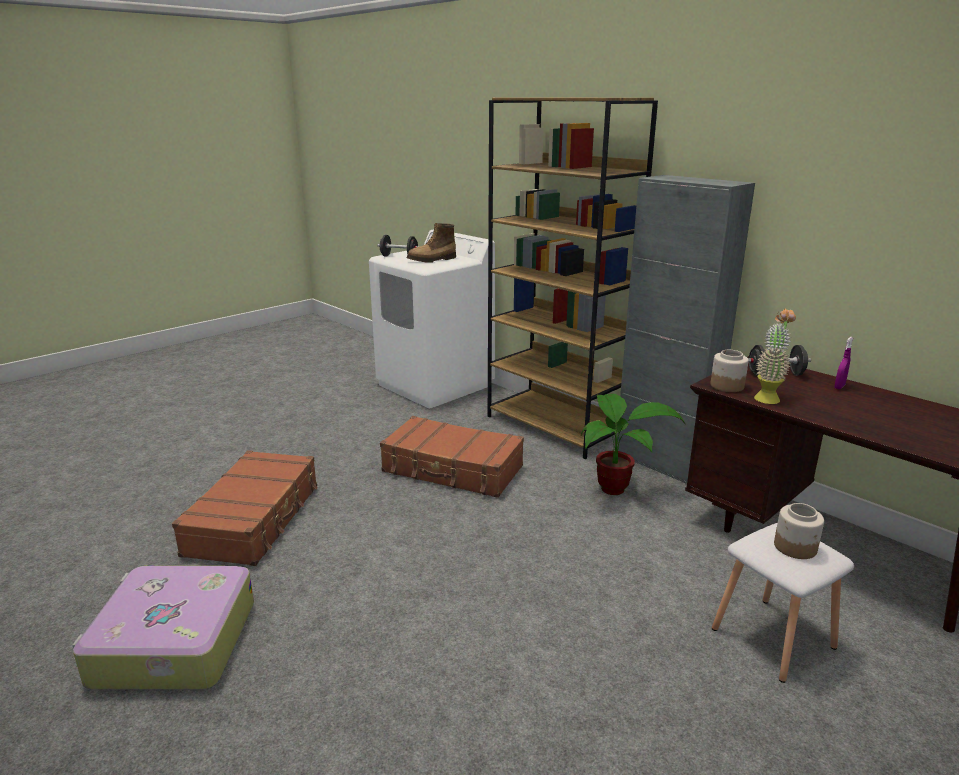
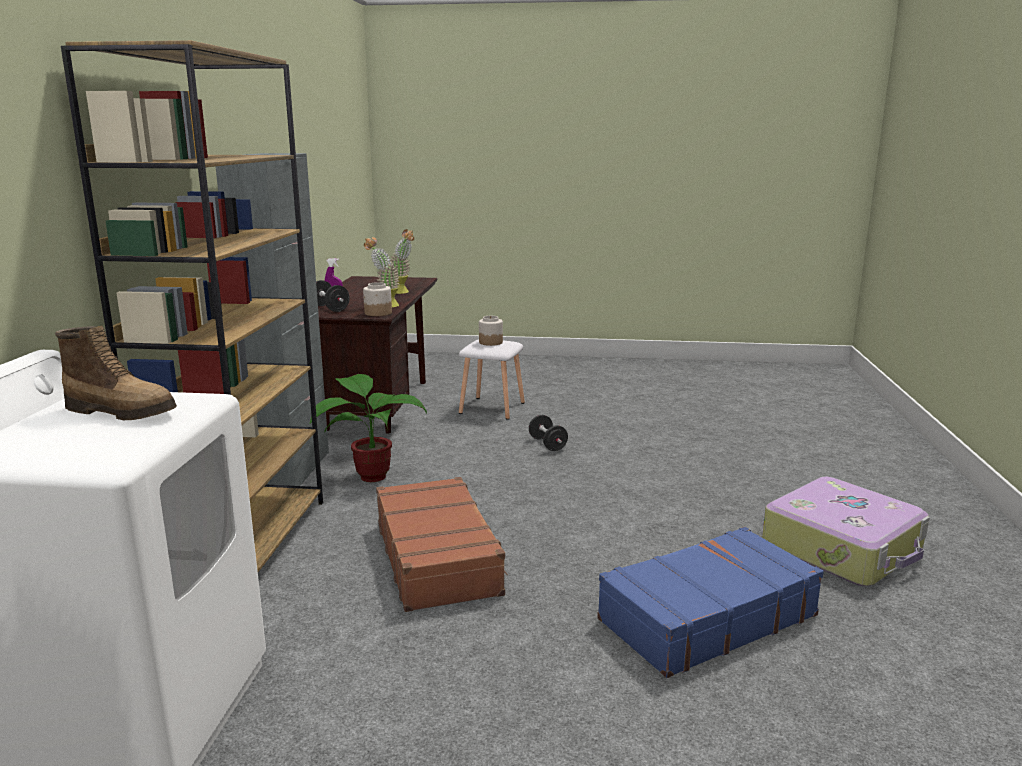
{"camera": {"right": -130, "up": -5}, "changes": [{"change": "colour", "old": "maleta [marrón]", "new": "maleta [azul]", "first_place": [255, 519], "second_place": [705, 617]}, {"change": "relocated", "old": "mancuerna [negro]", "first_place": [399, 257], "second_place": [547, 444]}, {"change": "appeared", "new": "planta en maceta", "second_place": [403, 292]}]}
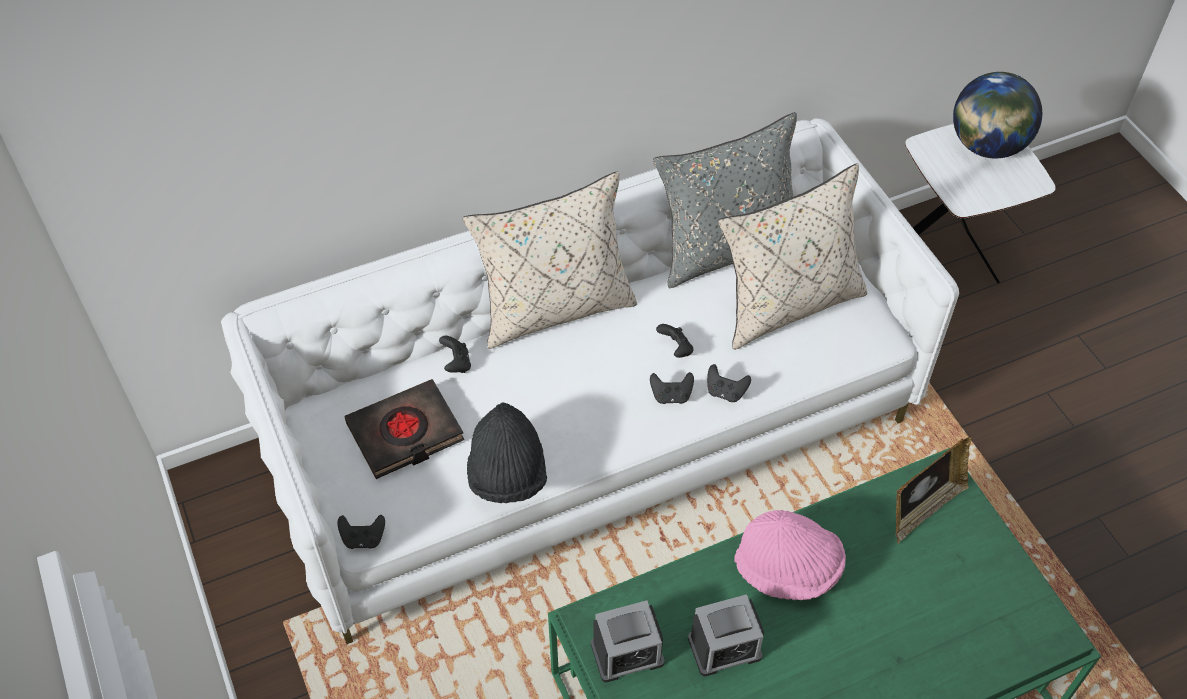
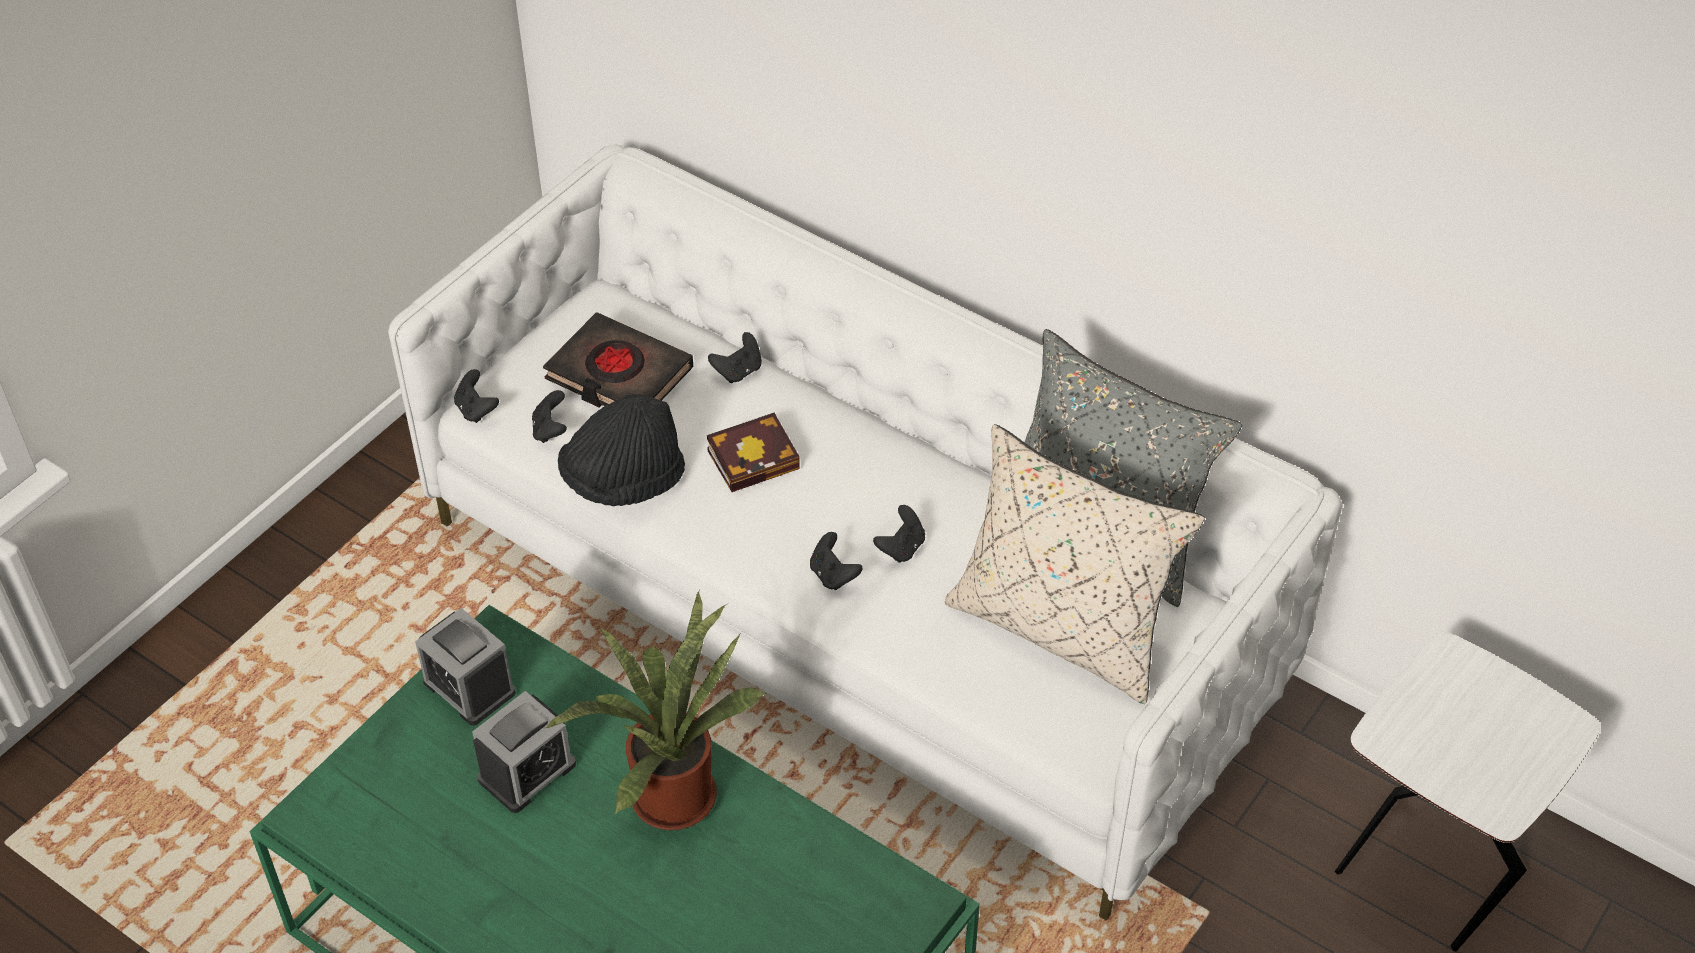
{"camera": {"right": 60, "up": -5}, "changes": [{"change": "missing", "old": "cojín [beis]", "first_place": [554, 308]}, {"change": "spun", "old": "despertador", "first_place": [724, 647], "second_place": [527, 772], "degrees": -90}, {"change": "relocated", "old": "mando de consola [negro]", "first_place": [725, 392], "second_place": [550, 430]}, {"change": "exchanged", "old": "sombrero [rosa]", "new": "planta en maceta", "first_place": [788, 569], "second_place": [669, 791]}, {"change": "missing", "old": "portarretratos", "first_place": [923, 509]}, {"change": "missing", "old": "globo terráqueo", "first_place": [987, 146]}, {"change": "appeared", "new": "libro", "second_place": [756, 457]}]}
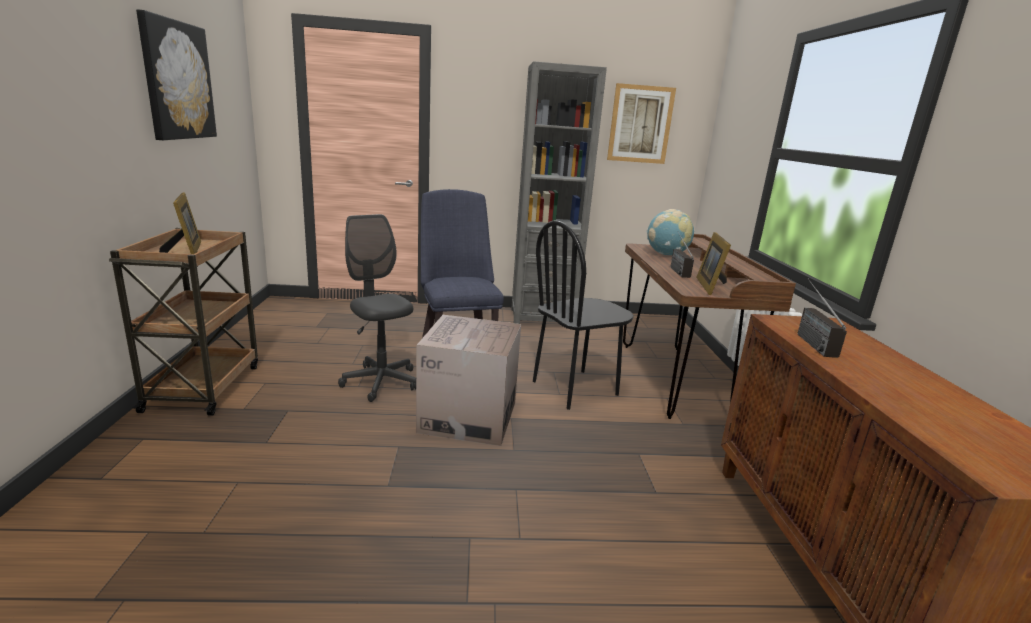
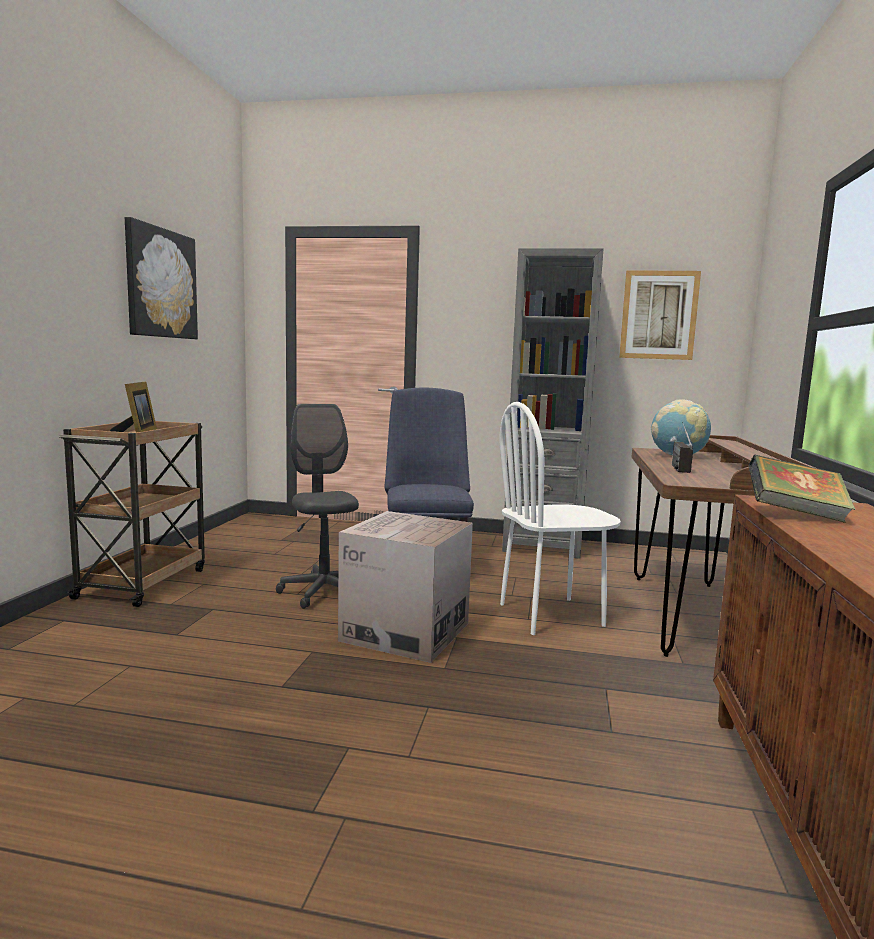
{"camera": {"right": 15, "up": -10}, "changes": [{"change": "colour", "old": "silla [negro]", "new": "silla [blanco]", "first_place": [575, 388], "second_place": [551, 615]}, {"change": "missing", "old": "portarretratos", "first_place": [711, 286]}, {"change": "exchanged", "old": "radio", "new": "libro", "first_place": [807, 339], "second_place": [795, 515]}]}
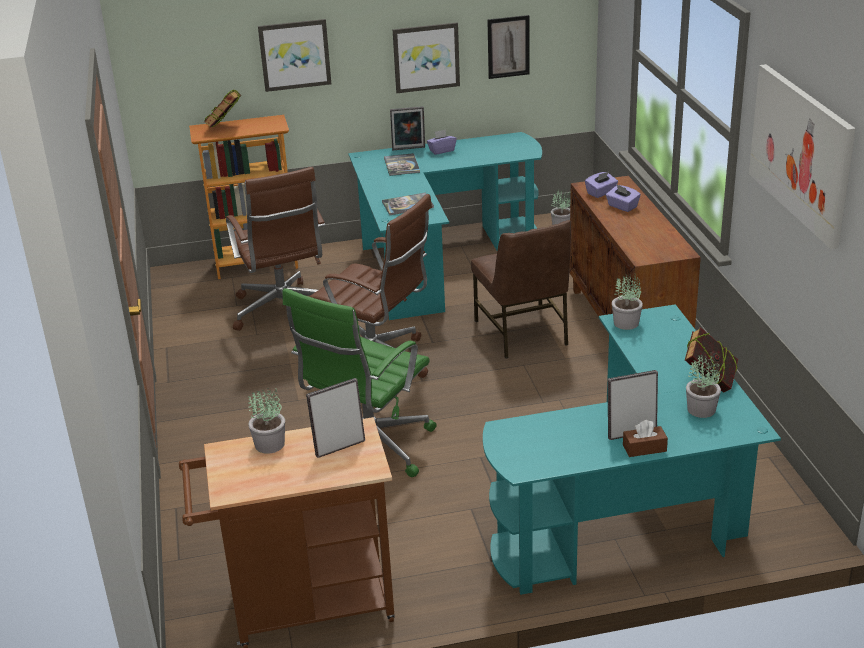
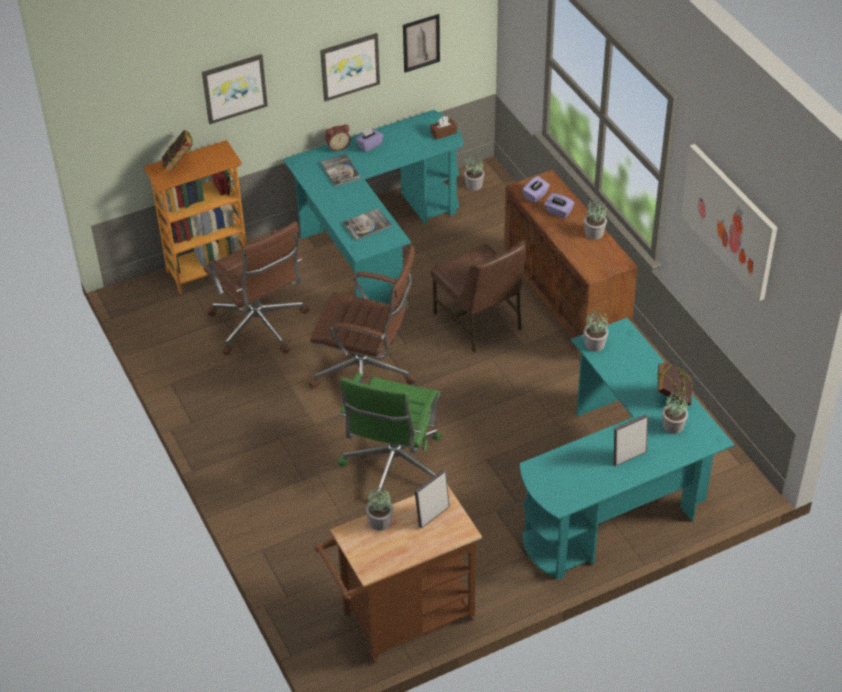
{"camera": {"right": -15, "up": 15}, "changes": [{"change": "exchanged", "old": "portarretratos", "new": "despertador", "first_place": [408, 149], "second_place": [338, 146]}, {"change": "relocated", "old": "caja de pañuelos [marrón]", "first_place": [644, 448], "second_place": [443, 133]}, {"change": "appeared", "new": "planta en maceta", "second_place": [593, 233]}]}
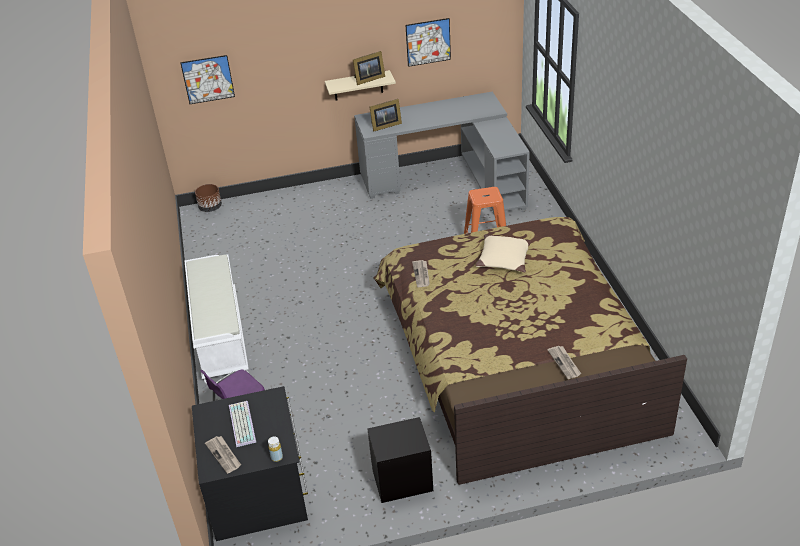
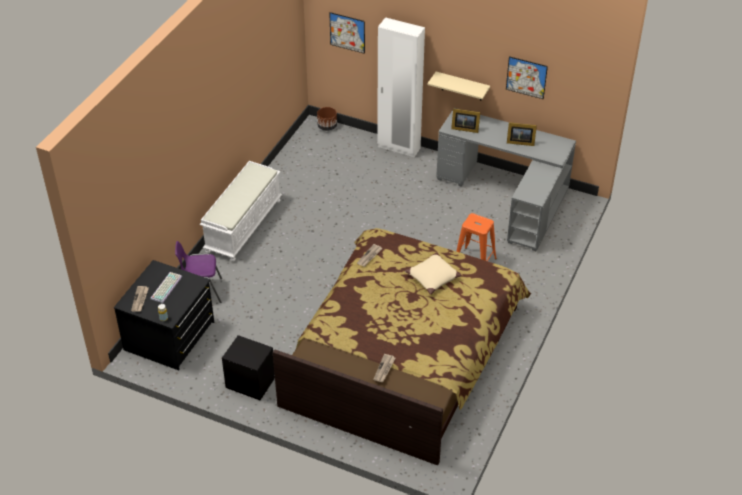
{"camera": {"right": 35, "up": 5}, "changes": [{"change": "relocated", "old": "portarretratos", "first_place": [368, 79], "second_place": [519, 142]}, {"change": "appeared", "new": "armario ropero [blanco]", "second_place": [398, 148]}]}
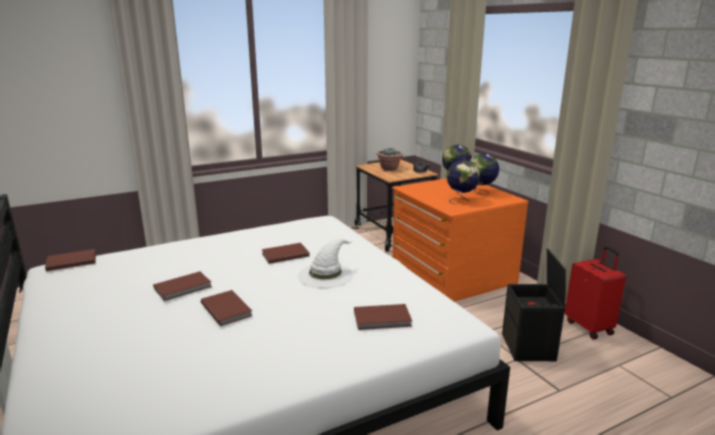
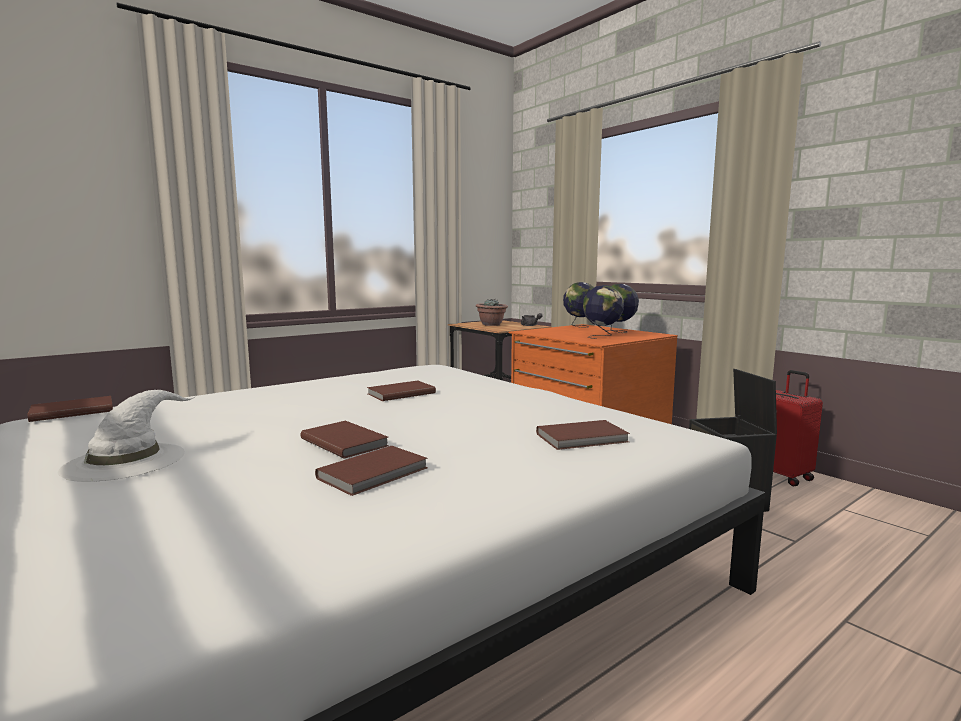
{"camera": {"right": -10, "up": -10}, "changes": [{"change": "relocated", "old": "libro [marrón]", "first_place": [184, 288], "second_place": [375, 473]}, {"change": "relocated", "old": "sombrero [blanco]", "first_place": [326, 275], "second_place": [126, 460]}]}
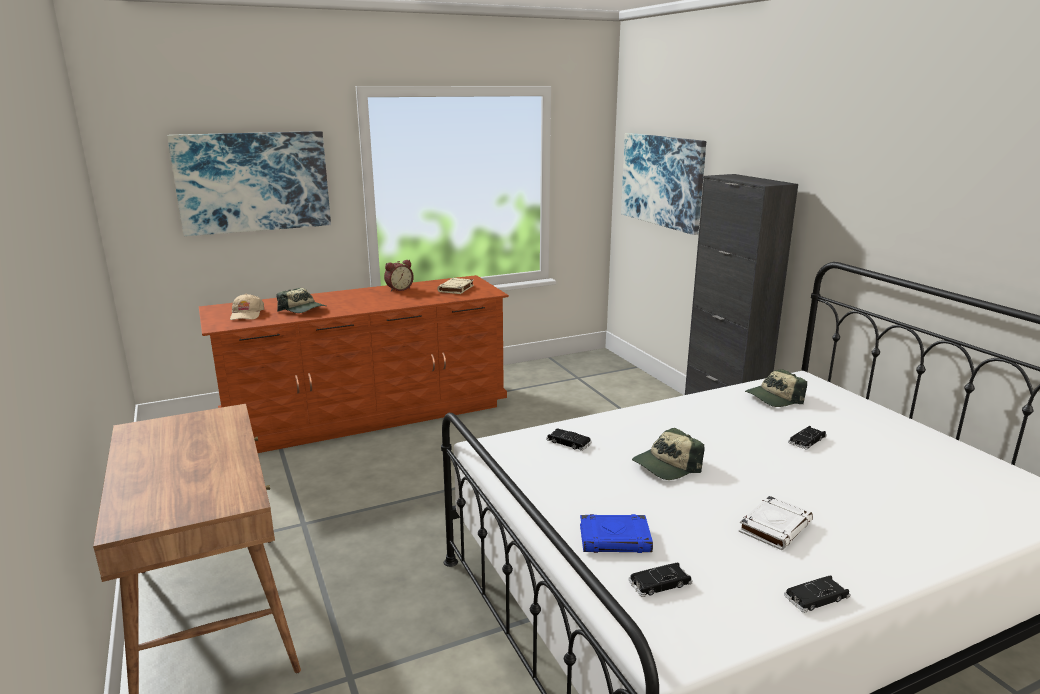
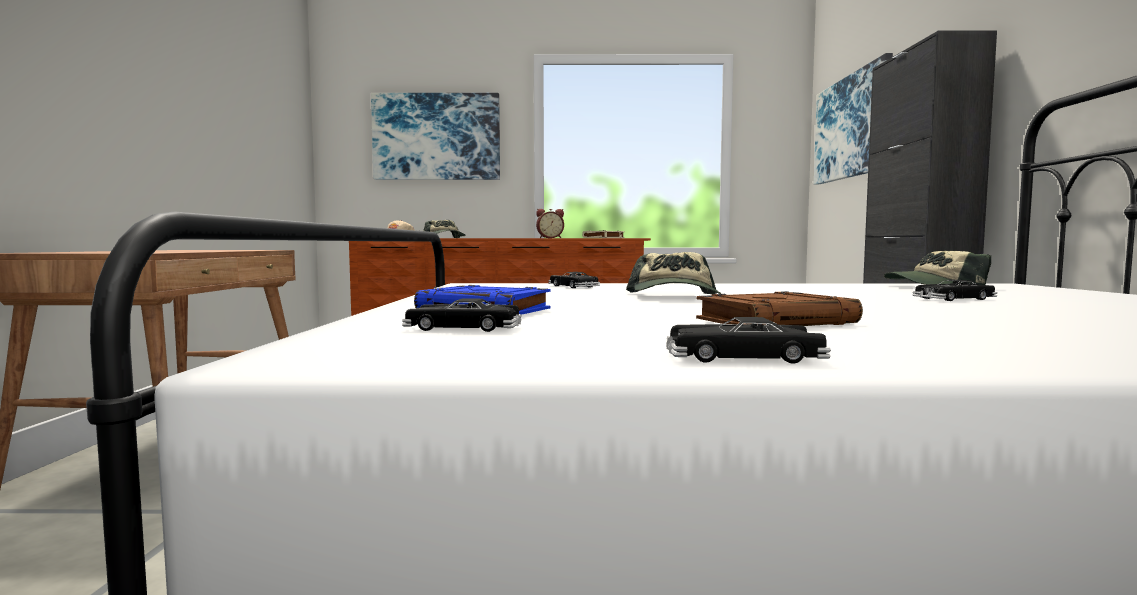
{"camera": {"right": 25, "up": -15}, "changes": [{"change": "spun", "old": "gorra", "first_place": [666, 466], "second_place": [675, 296], "degrees": -75}, {"change": "colour", "old": "libro [blanco]", "new": "libro [marrón]", "first_place": [775, 527], "second_place": [776, 321]}]}
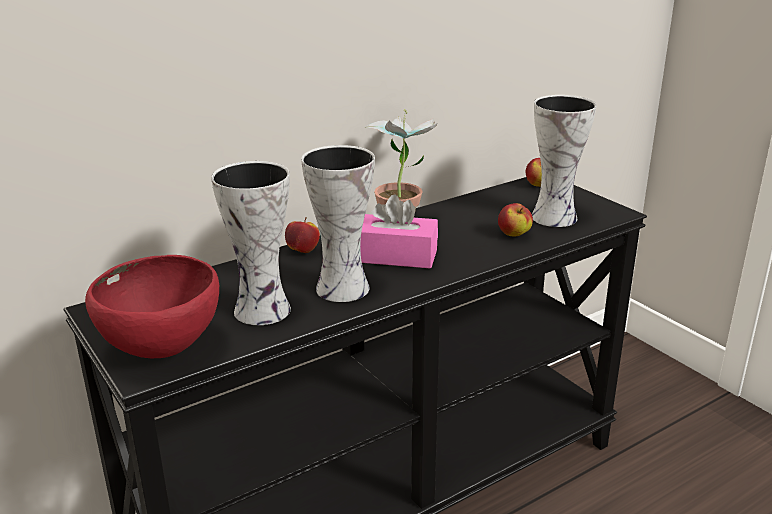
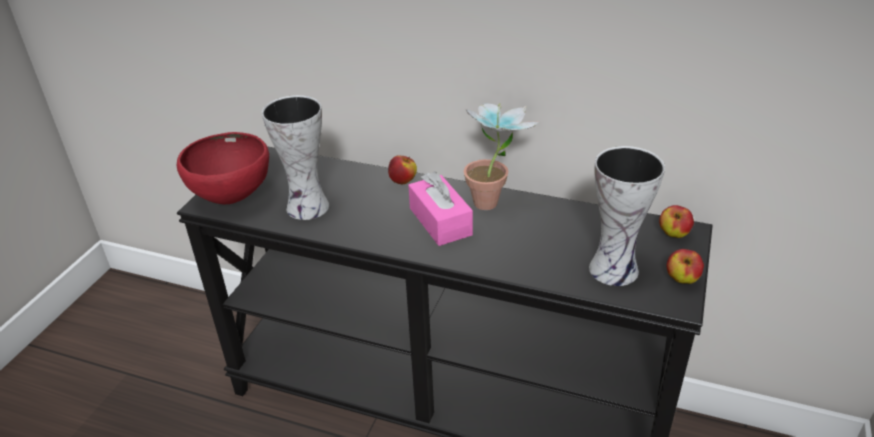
{"camera": {"right": 55, "up": 10}, "changes": [{"change": "missing", "old": "florero", "first_place": [340, 288]}, {"change": "relocated", "old": "manzana", "first_place": [514, 234], "second_place": [681, 279]}]}
